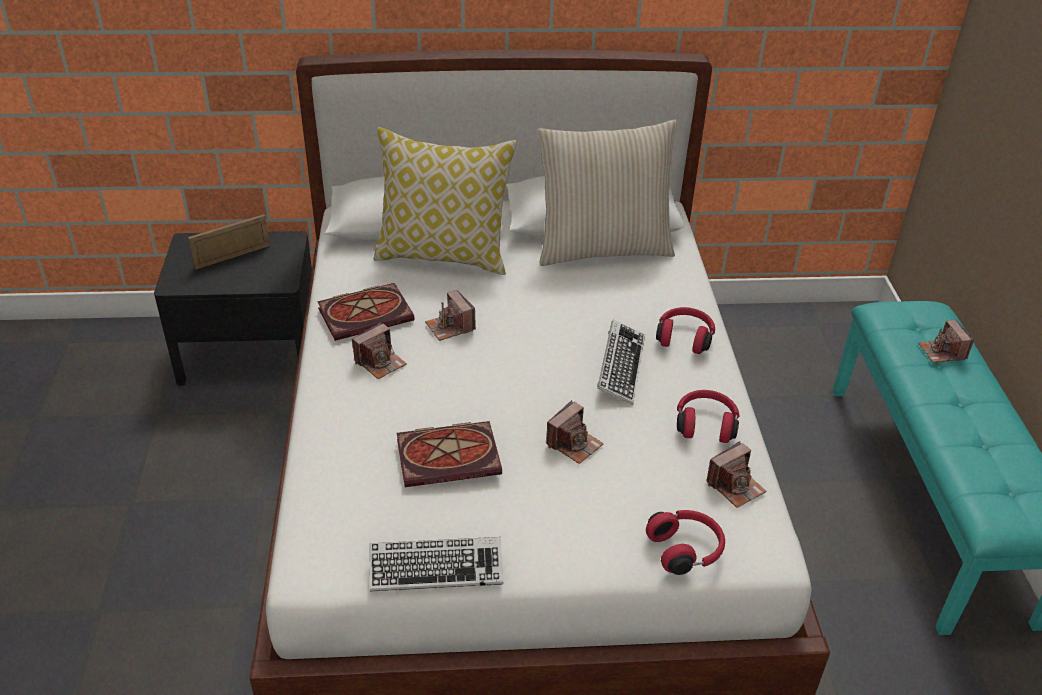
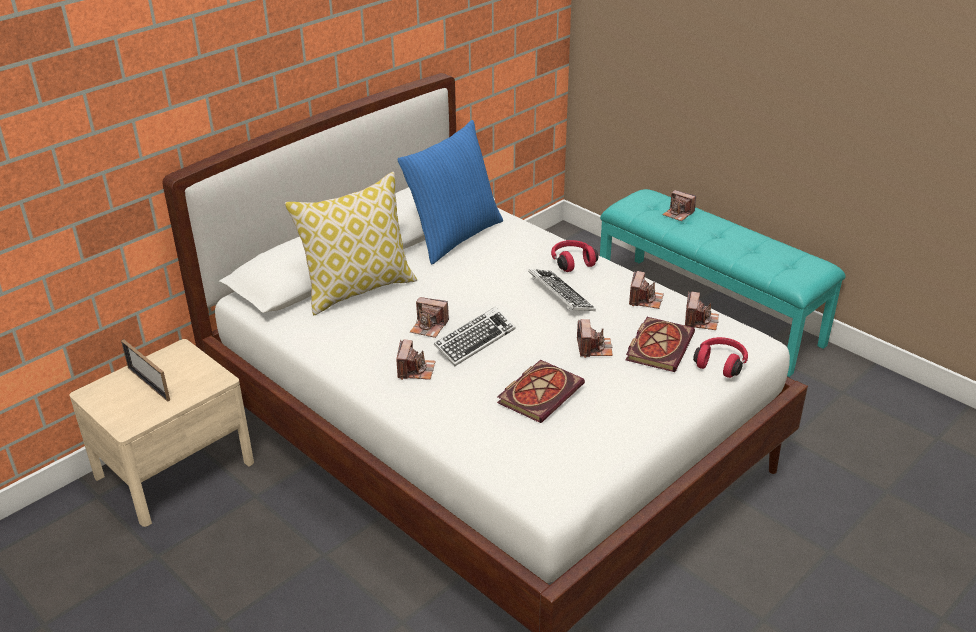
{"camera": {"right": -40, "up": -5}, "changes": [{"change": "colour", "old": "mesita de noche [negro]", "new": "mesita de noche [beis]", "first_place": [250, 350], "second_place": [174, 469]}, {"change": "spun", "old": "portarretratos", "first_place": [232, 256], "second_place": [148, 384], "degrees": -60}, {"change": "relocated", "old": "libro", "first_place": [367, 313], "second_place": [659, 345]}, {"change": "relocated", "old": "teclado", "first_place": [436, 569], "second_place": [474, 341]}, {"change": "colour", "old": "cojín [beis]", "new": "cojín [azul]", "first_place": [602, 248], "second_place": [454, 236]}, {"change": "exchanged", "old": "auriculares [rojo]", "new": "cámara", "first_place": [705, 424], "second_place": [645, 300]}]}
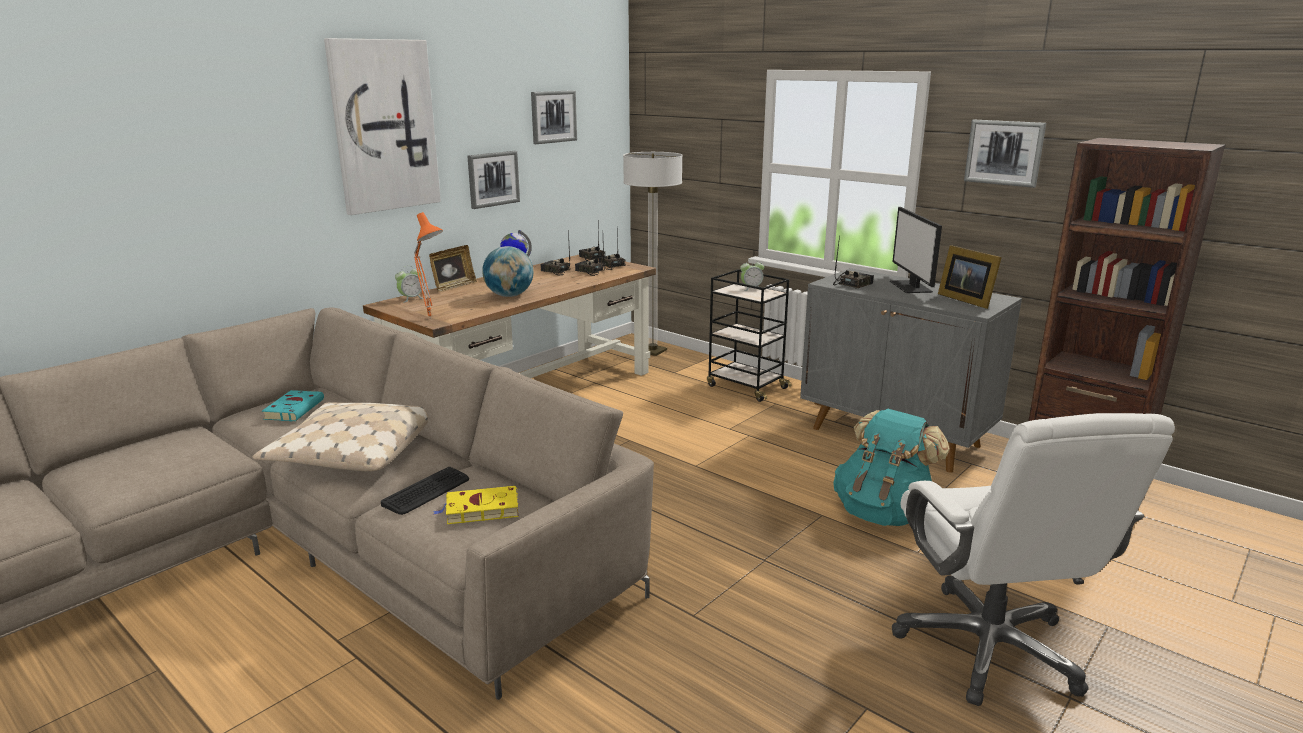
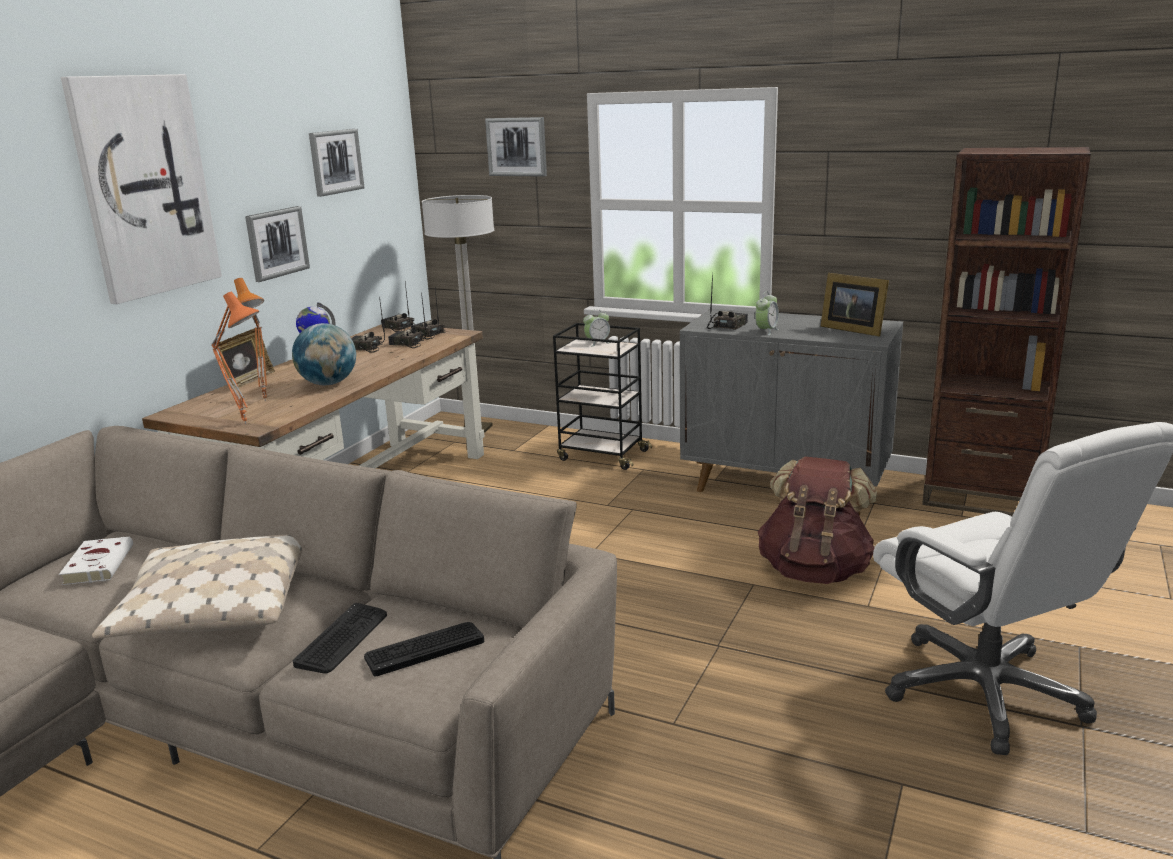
{"camera": {"right": -15, "up": 0}, "changes": [{"change": "colour", "old": "libro [turquesa]", "new": "libro [blanco]", "first_place": [295, 409], "second_place": [99, 564]}, {"change": "relocated", "old": "despertador", "first_place": [411, 299], "second_place": [766, 331]}, {"change": "exchanged", "old": "libro [amarillo]", "new": "teclado", "first_place": [480, 510], "second_place": [424, 648]}, {"change": "colour", "old": "mochila [turquesa]", "new": "mochila [marrón]", "first_place": [883, 513], "second_place": [814, 571]}, {"change": "missing", "old": "monitor", "first_place": [912, 287]}, {"change": "relocated", "old": "cuadro", "first_place": [1004, 152], "second_place": [517, 147]}, {"change": "appeared", "new": "lámpara de mesa [naranja]", "second_place": [268, 400]}]}
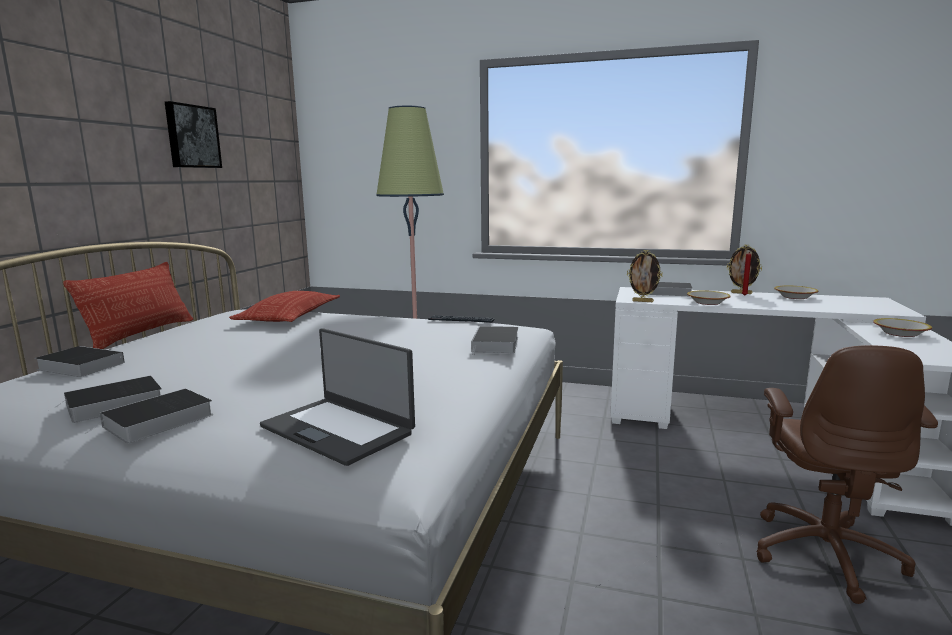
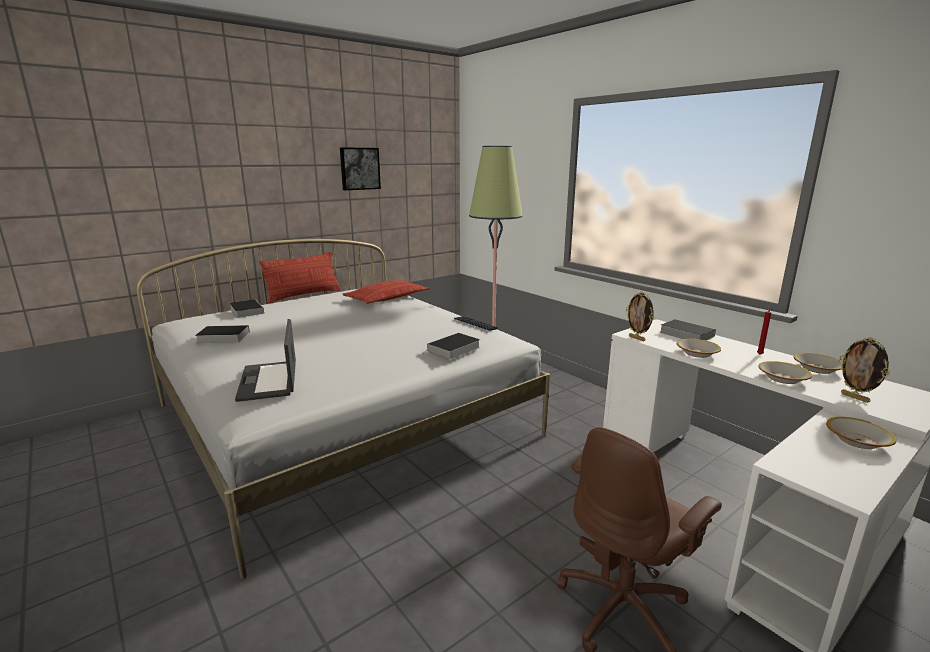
{"camera": {"right": 35, "up": 5}, "changes": [{"change": "missing", "old": "libro", "first_place": [156, 422]}, {"change": "relocated", "old": "portarretratos", "first_place": [741, 293], "second_place": [855, 397]}, {"change": "appeared", "new": "cuenco", "second_place": [783, 379]}]}
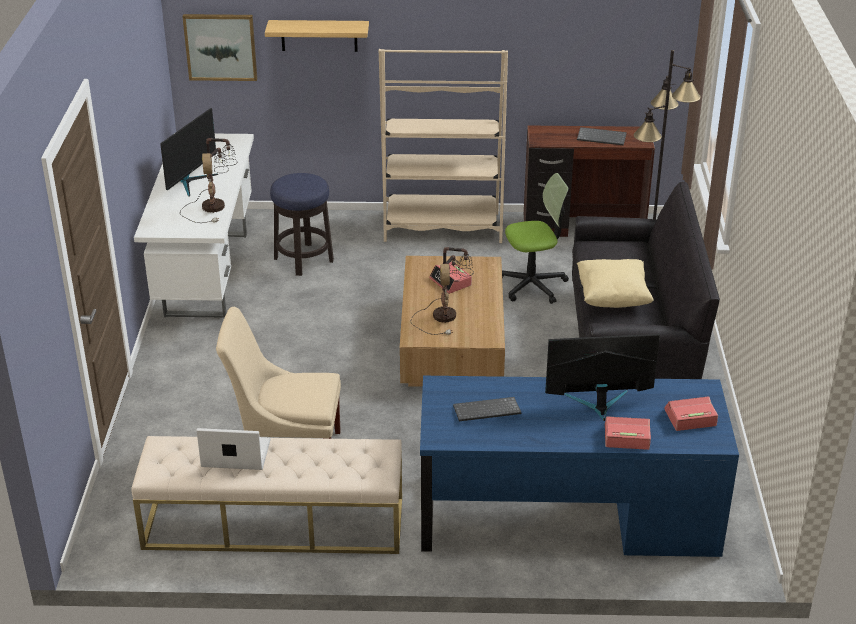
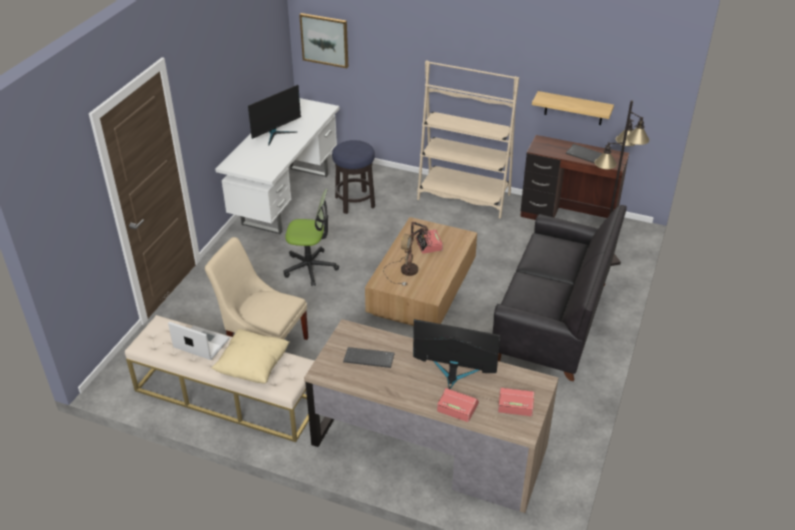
{"camera": {"right": 20, "up": 5}, "changes": [{"change": "missing", "old": "lámpara de mesa", "first_place": [214, 206]}, {"change": "relocated", "old": "estante", "first_place": [319, 35], "second_place": [574, 108]}, {"change": "colour", "old": "escritorio [azul]", "new": "escritorio [marrón]", "first_place": [567, 515], "second_place": [429, 446]}, {"change": "relocated", "old": "silla de oficina", "first_place": [532, 285], "second_place": [310, 267]}, {"change": "relocated", "old": "cojín [beis]", "first_place": [612, 298], "second_place": [253, 367]}]}
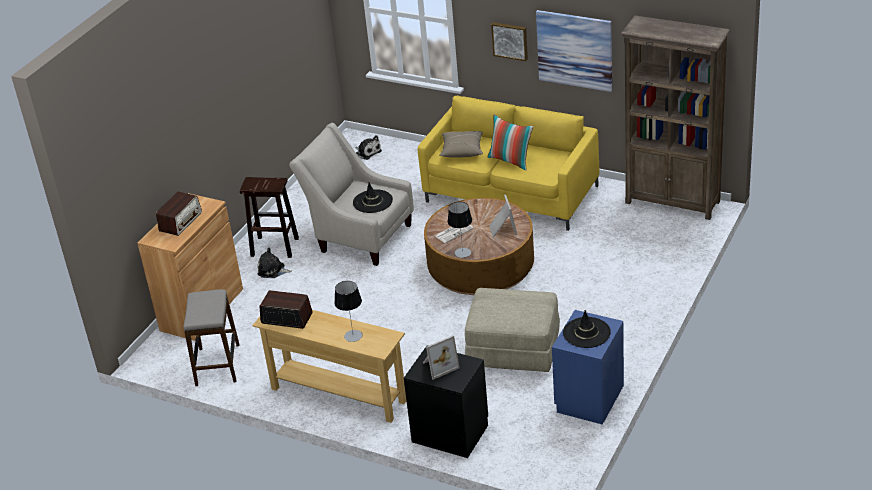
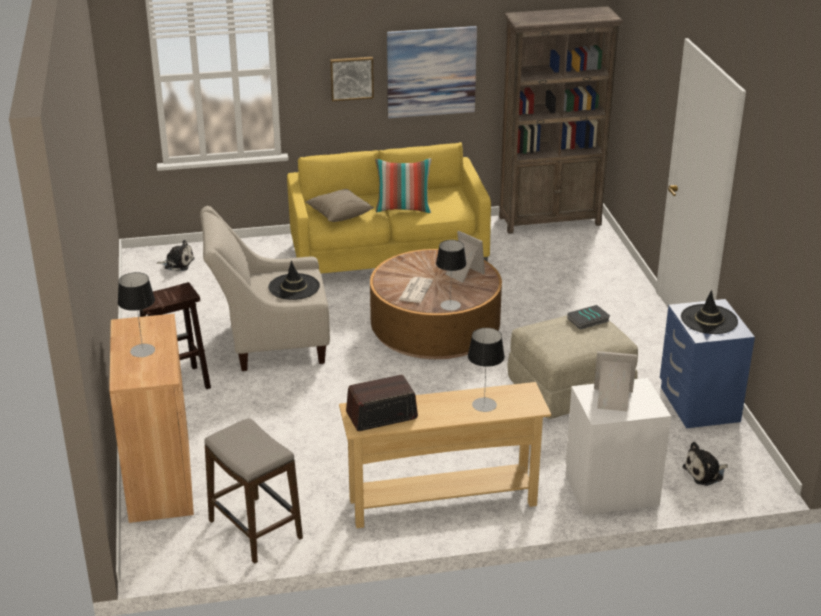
{"camera": {"right": -40, "up": -5}, "changes": [{"change": "exchanged", "old": "radio", "new": "lámpara de mesa", "first_place": [180, 222], "second_place": [142, 350]}, {"change": "relocated", "old": "peluche", "first_place": [273, 271], "second_place": [705, 473]}, {"change": "colour", "old": "mesita de noche [negro]", "new": "mesita de noche [blanco]", "first_place": [450, 433], "second_place": [611, 489]}, {"change": "spun", "old": "portarretratos", "first_place": [439, 366], "second_place": [612, 400], "degrees": -105}, {"change": "appeared", "new": "libro", "second_place": [588, 320]}]}
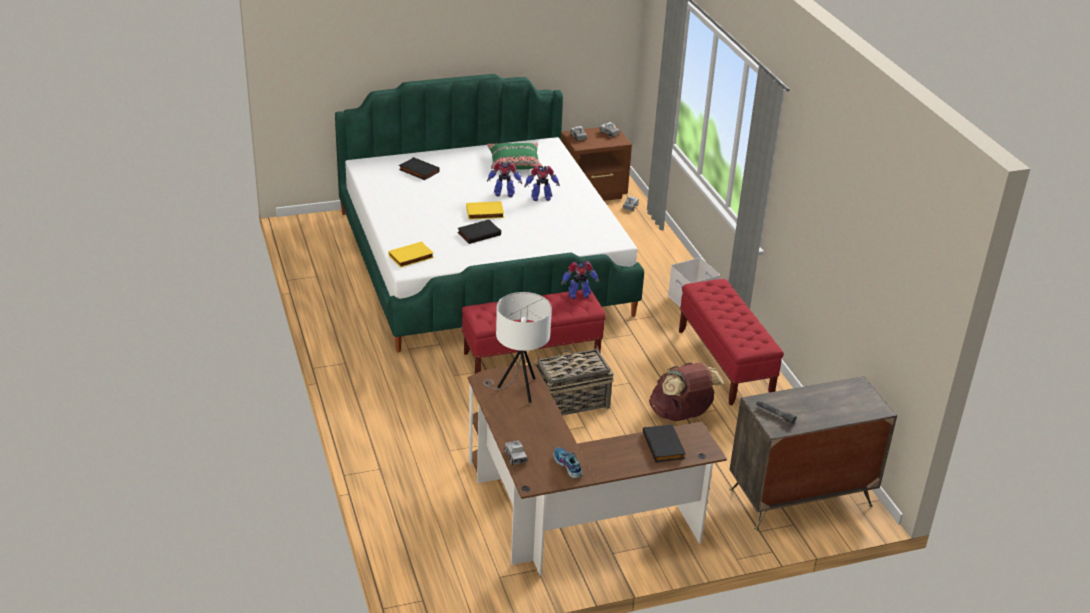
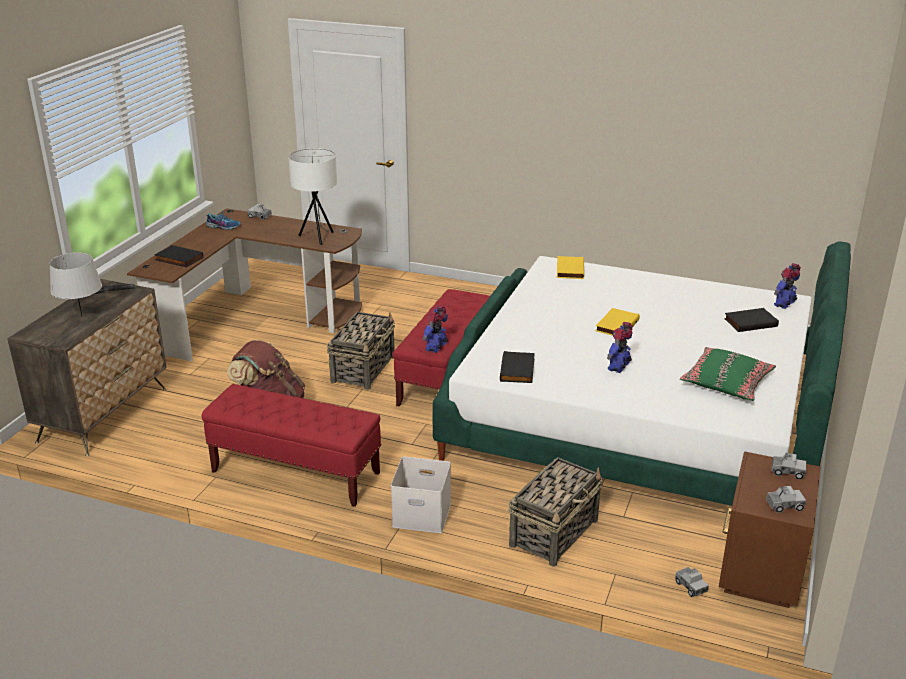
{"camera": {"right": 130, "up": -5}, "changes": [{"change": "relocated", "old": "libro [negro]", "first_place": [478, 233], "second_place": [518, 370]}, {"change": "relocated", "old": "robot de juguete", "first_place": [504, 194], "second_place": [785, 304]}, {"change": "appeared", "new": "lámpara de mesa [gris]", "second_place": [81, 317]}, {"change": "appeared", "new": "cesta", "second_place": [554, 532]}]}
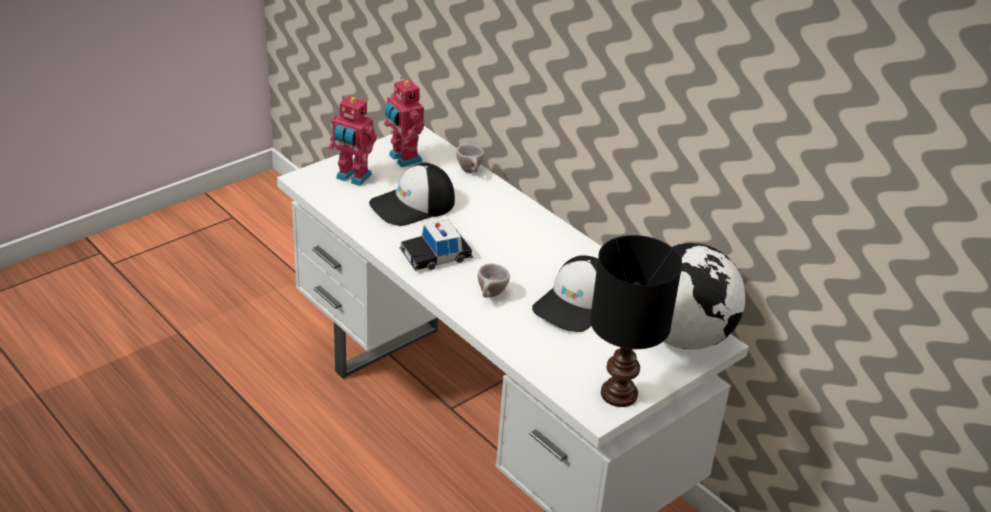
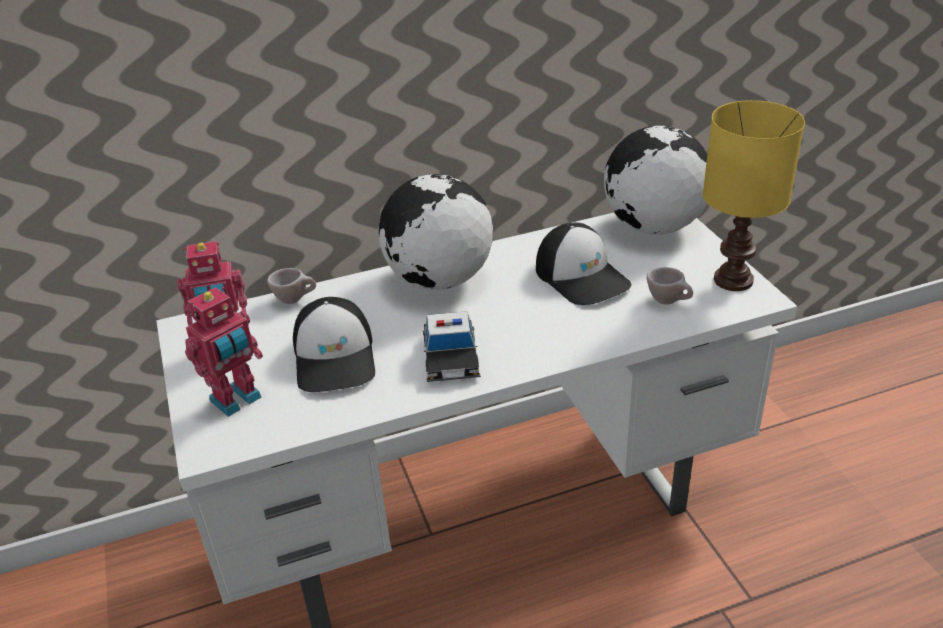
{"camera": {"right": -65, "up": 0}, "changes": [{"change": "relocated", "old": "taza [beis]", "first_place": [491, 296], "second_place": [669, 301]}, {"change": "colour", "old": "lámpara de mesa [negro]", "new": "lámpara de mesa [amarillo]", "first_place": [617, 394], "second_place": [733, 281]}, {"change": "appeared", "new": "globo terráqueo", "second_place": [439, 280]}]}
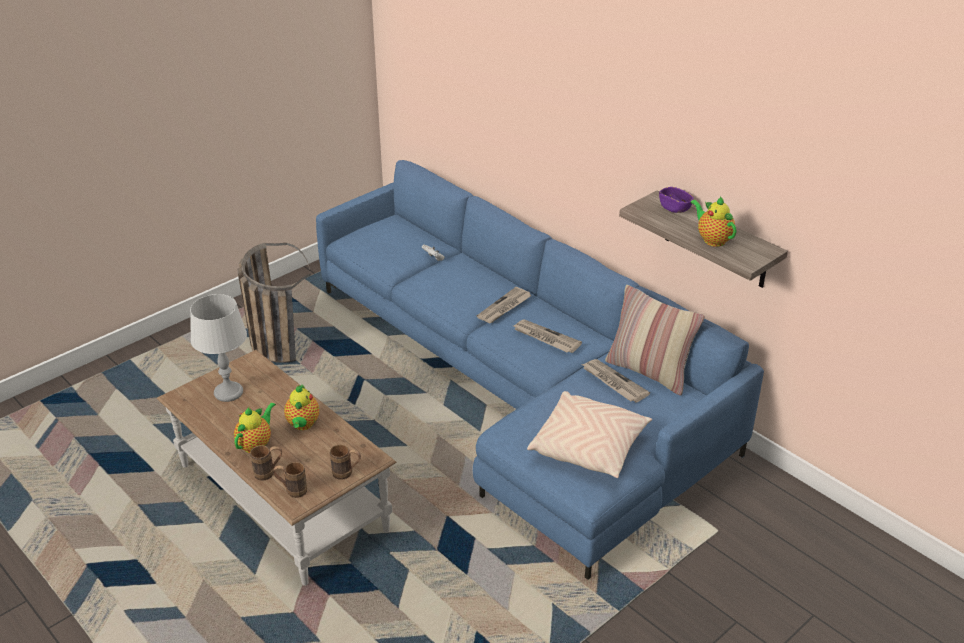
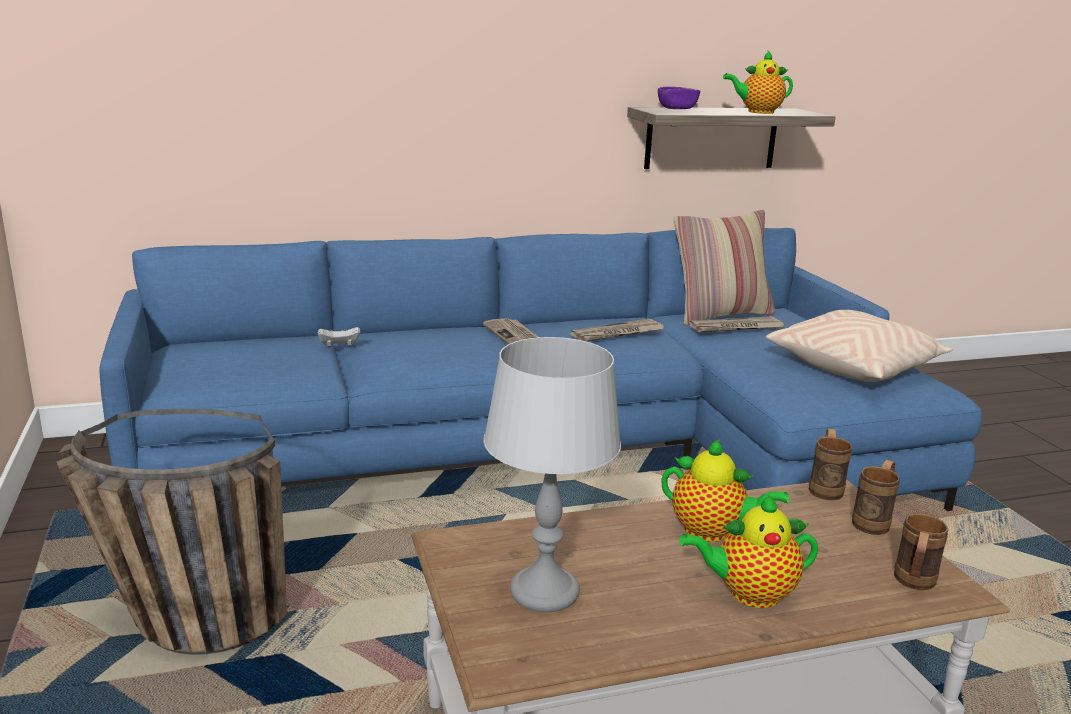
{"camera": {"right": -65, "up": -15}, "changes": [{"change": "spun", "old": "tetera", "first_place": [256, 444], "second_place": [749, 594], "degrees": -60}, {"change": "relocated", "old": "taza grande [marrón]", "first_place": [269, 473], "second_place": [825, 487]}]}
